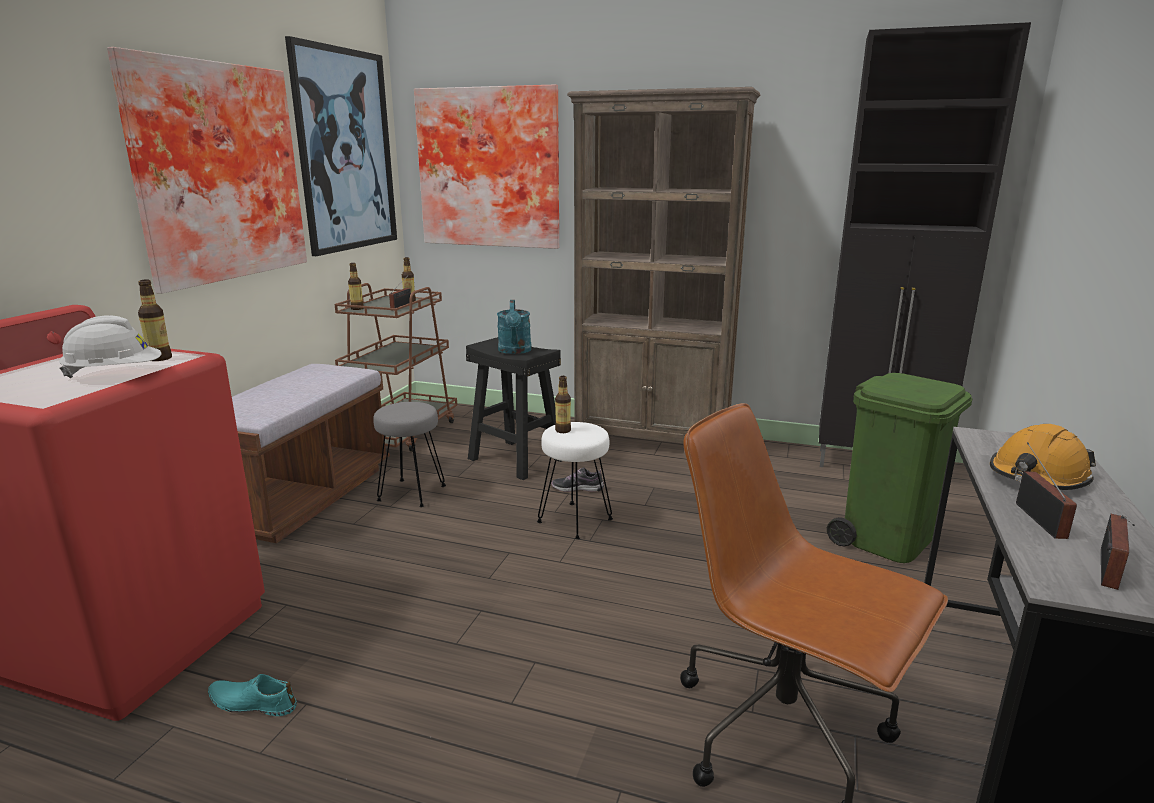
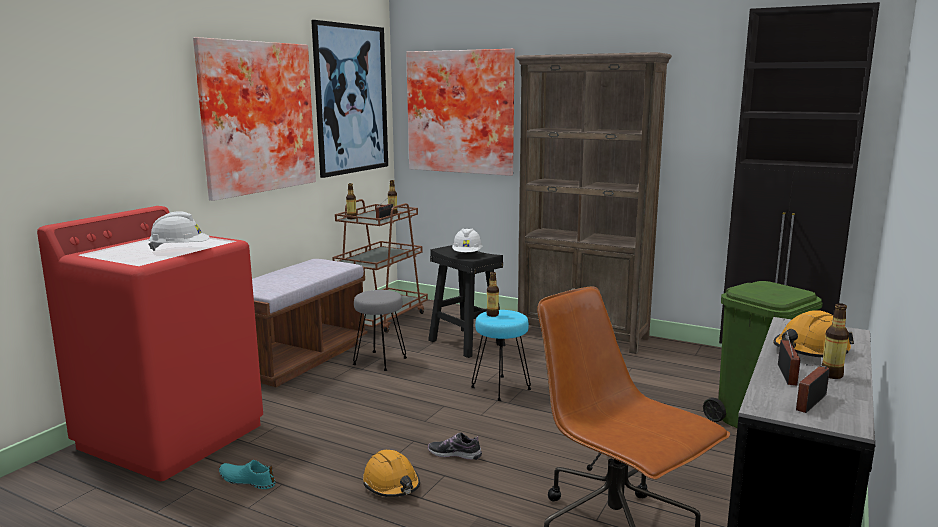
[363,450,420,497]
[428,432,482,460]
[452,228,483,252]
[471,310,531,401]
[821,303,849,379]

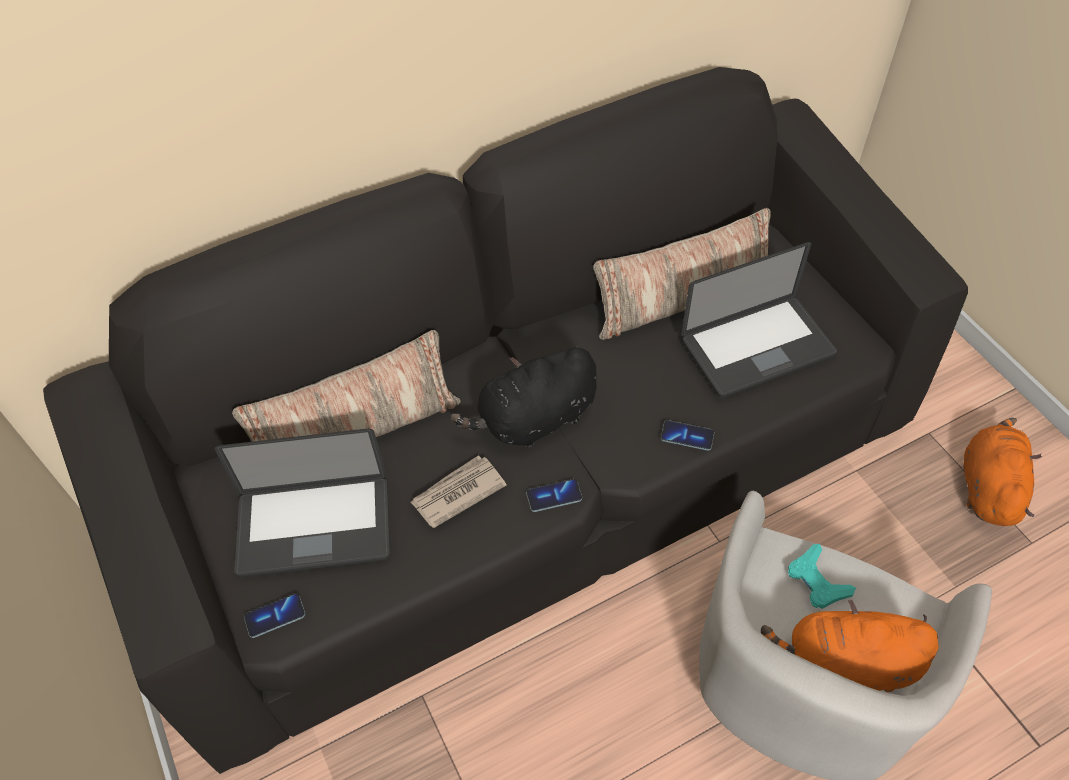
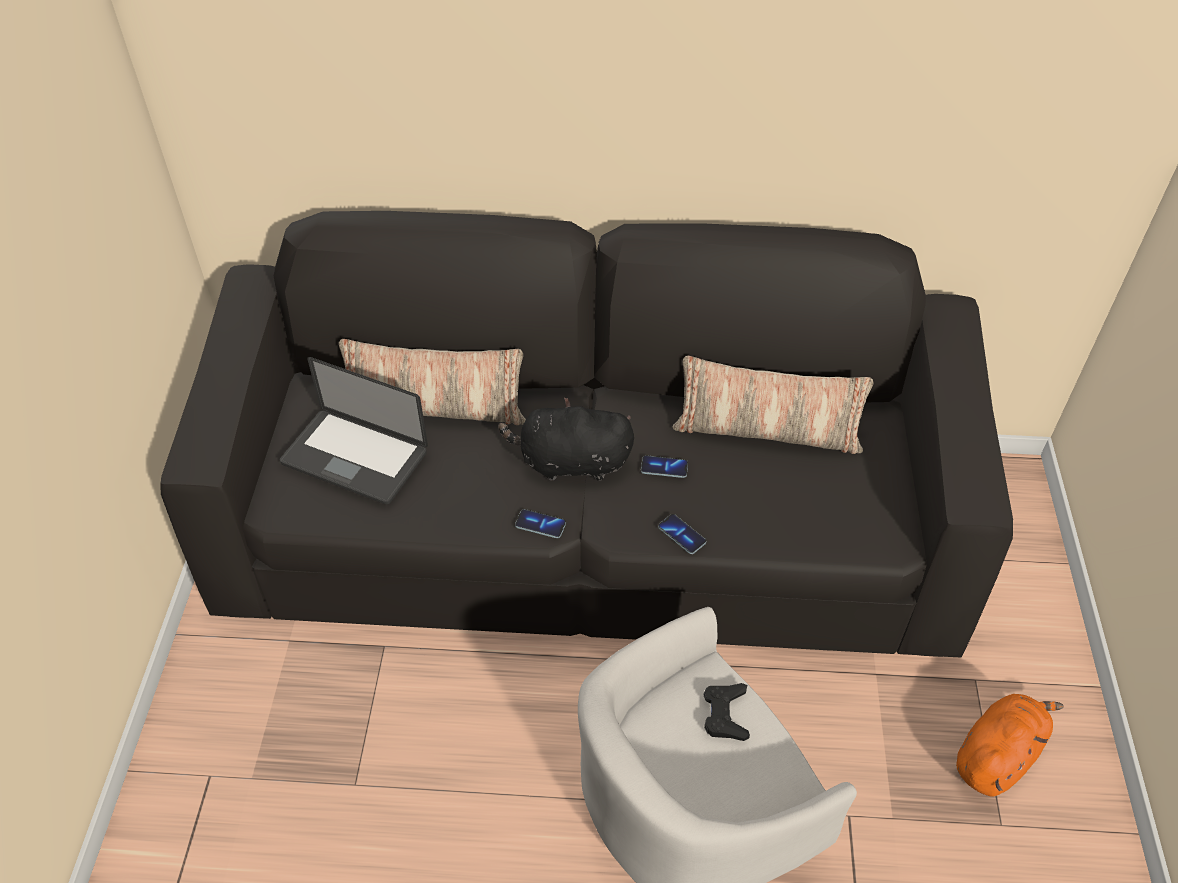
[641,455,688,478]
[704,683,750,741]
[411,455,506,528] (first image)
[681,242,837,398] (first image)
[761,600,939,692] (first image)

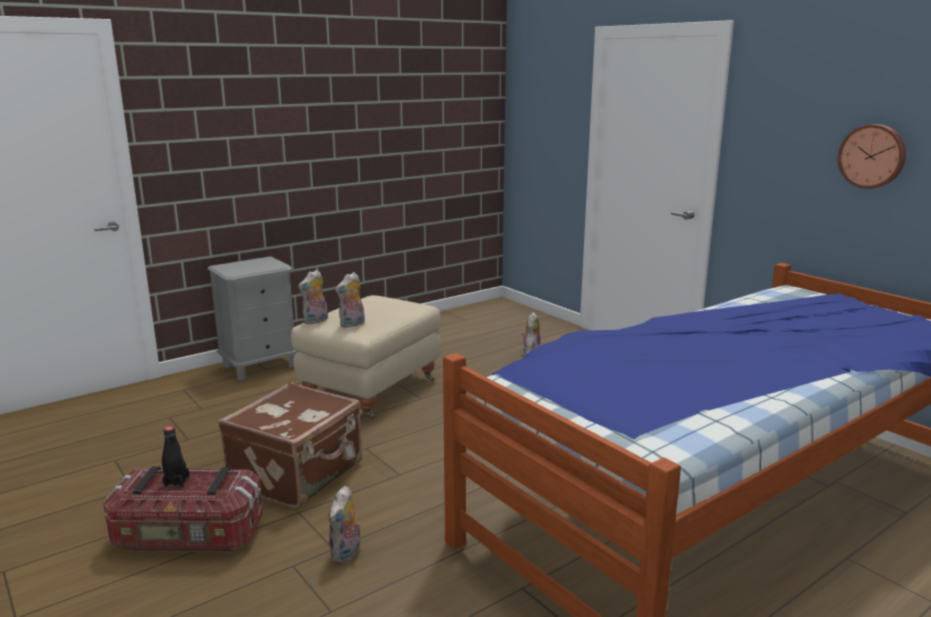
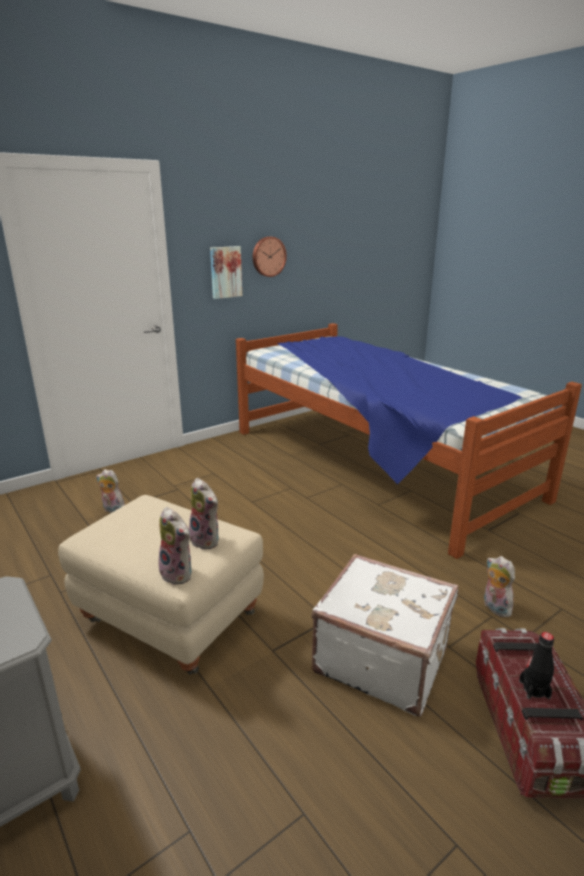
[210,246,242,299]
[312,554,458,716]
[484,556,515,617]

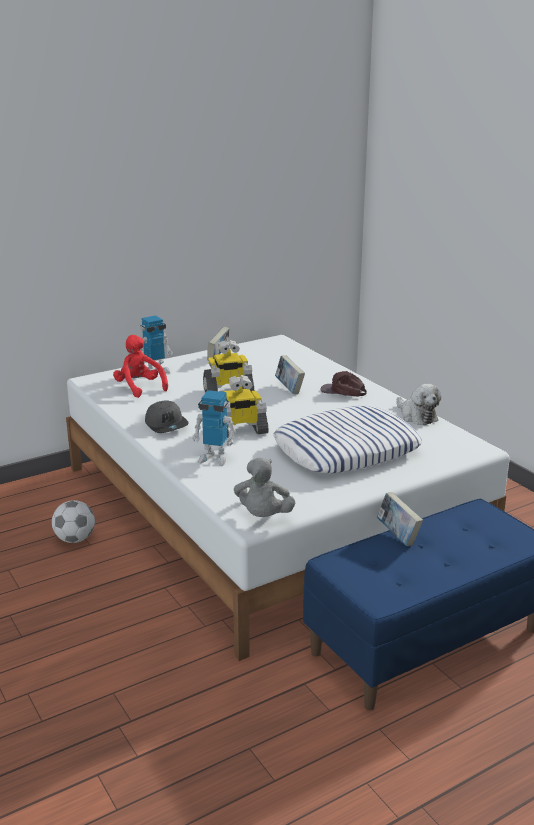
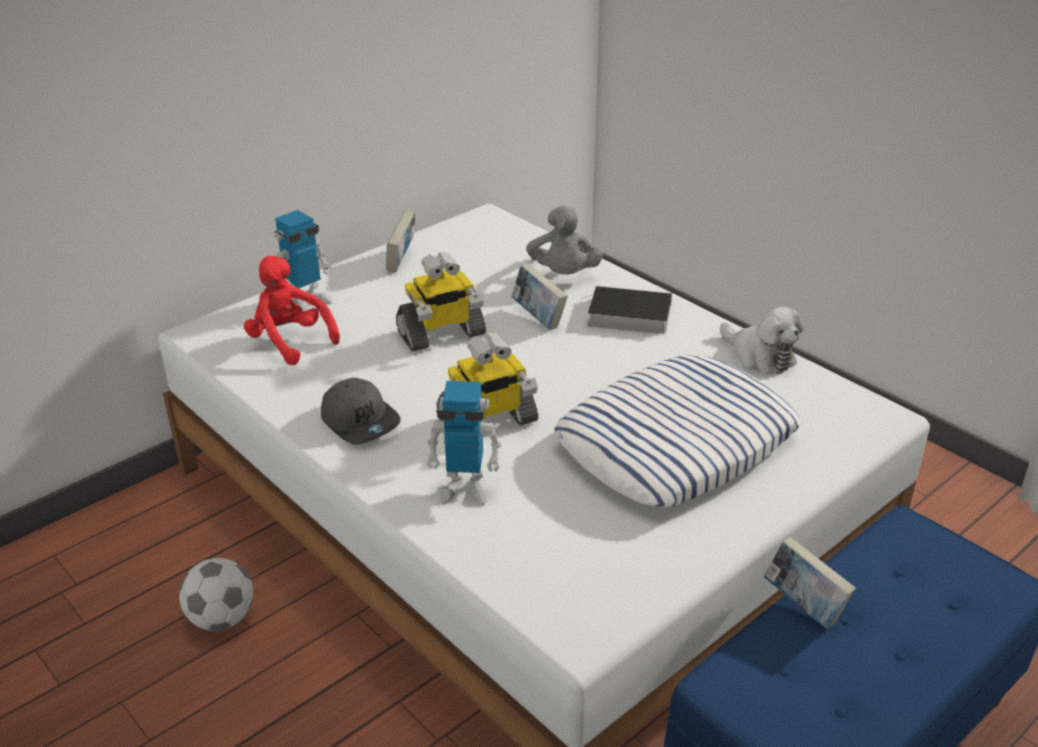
[526,206,603,275]
[580,286,672,334]

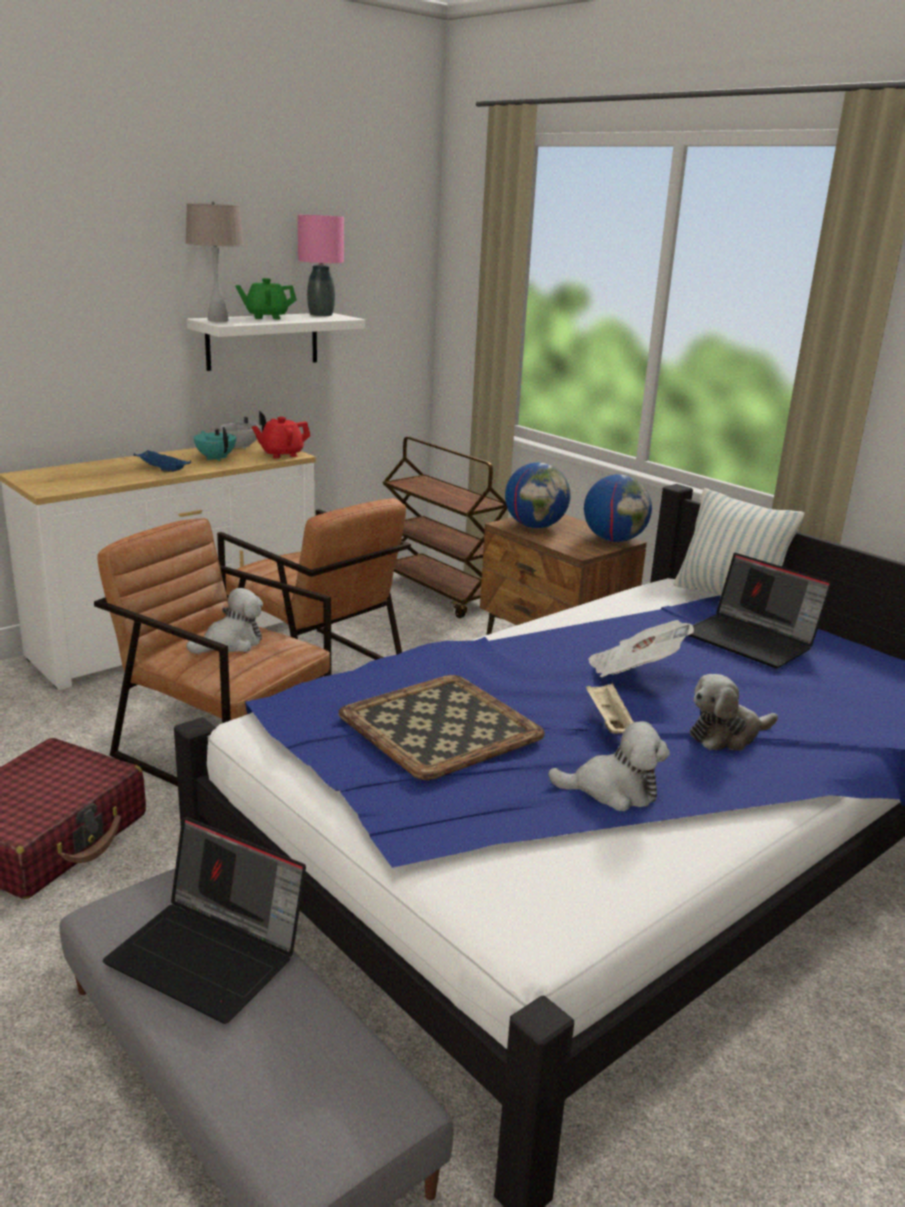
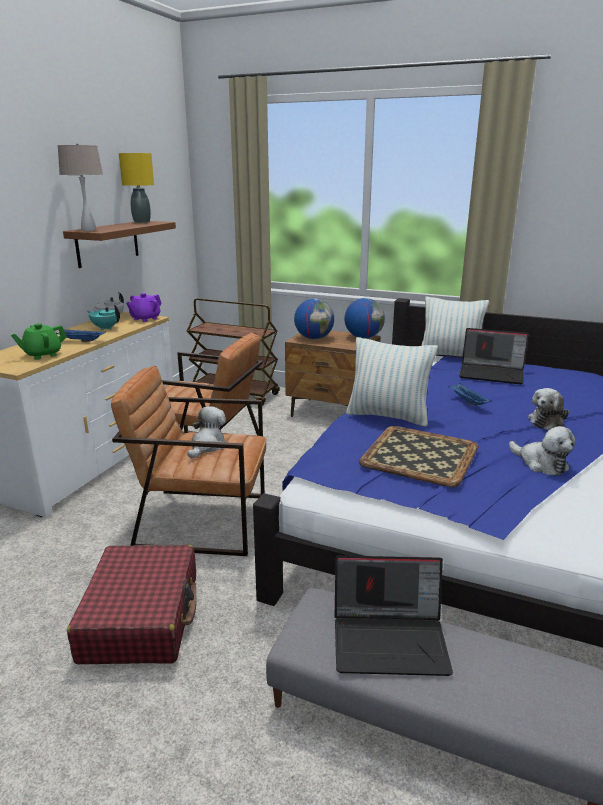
[11,323,67,360]
[63,221,176,268]
[119,153,154,223]
[126,293,162,322]
[346,337,438,426]
[449,383,491,406]
[509,426,576,476]
[586,683,634,734] (first image)

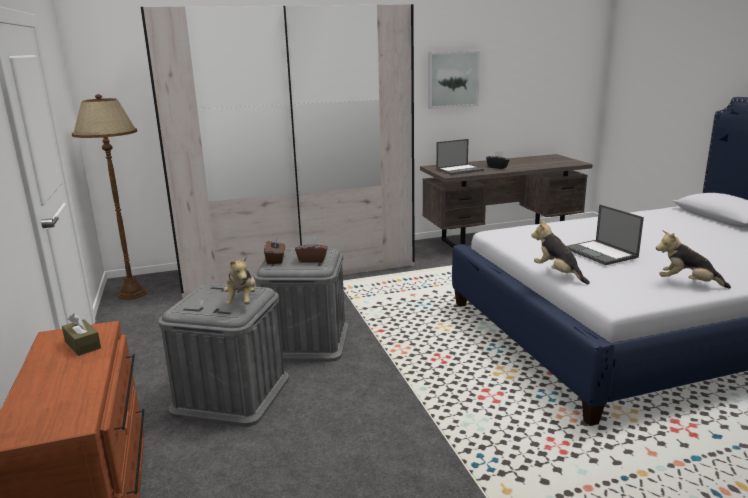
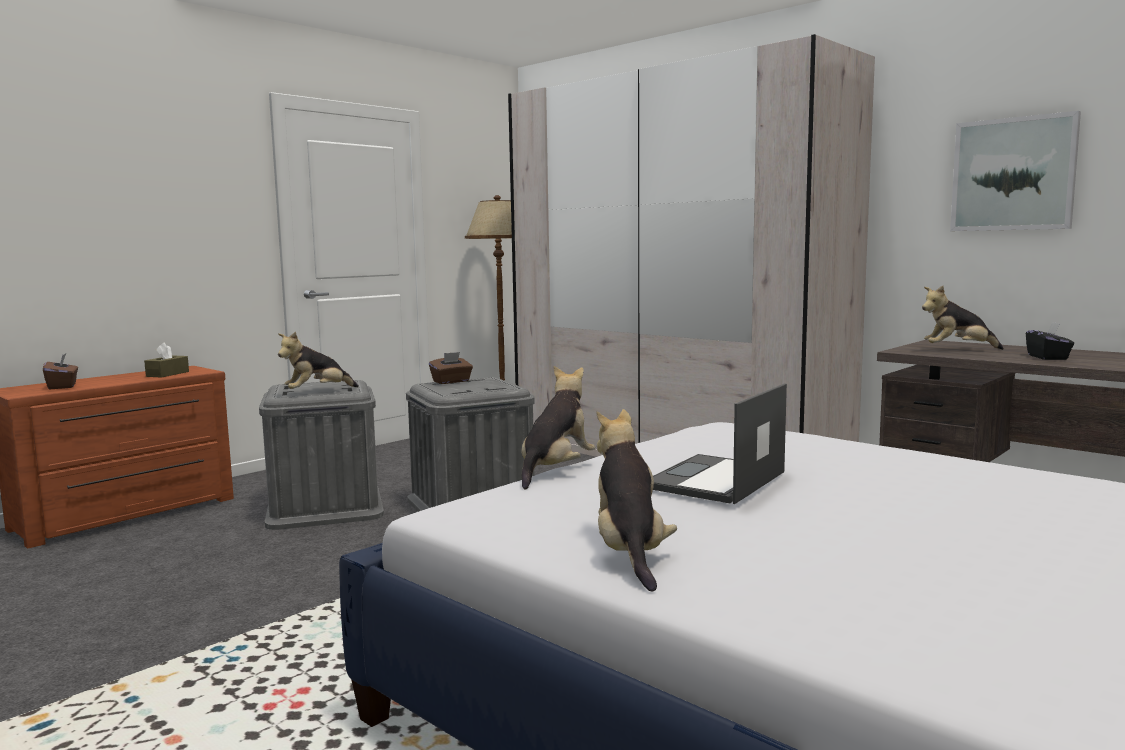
[43,354,78,389]
[922,286,1004,350]

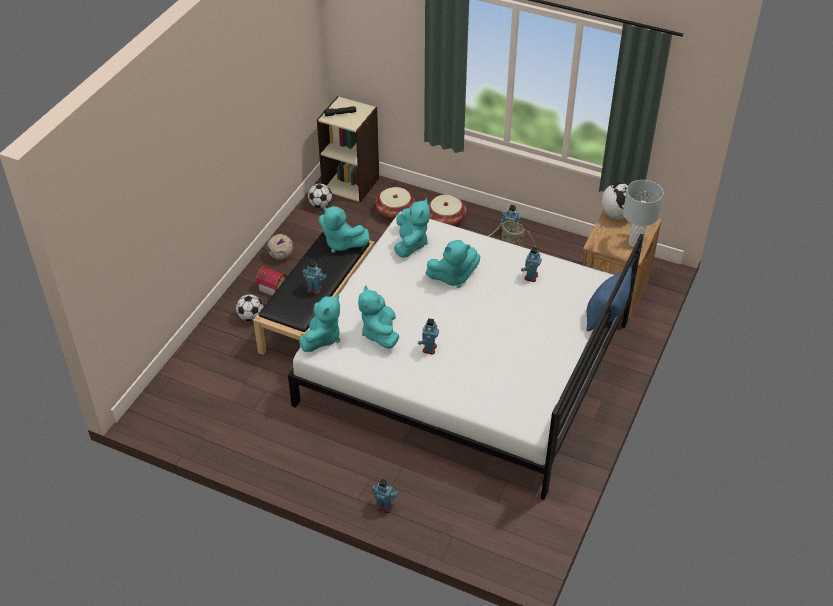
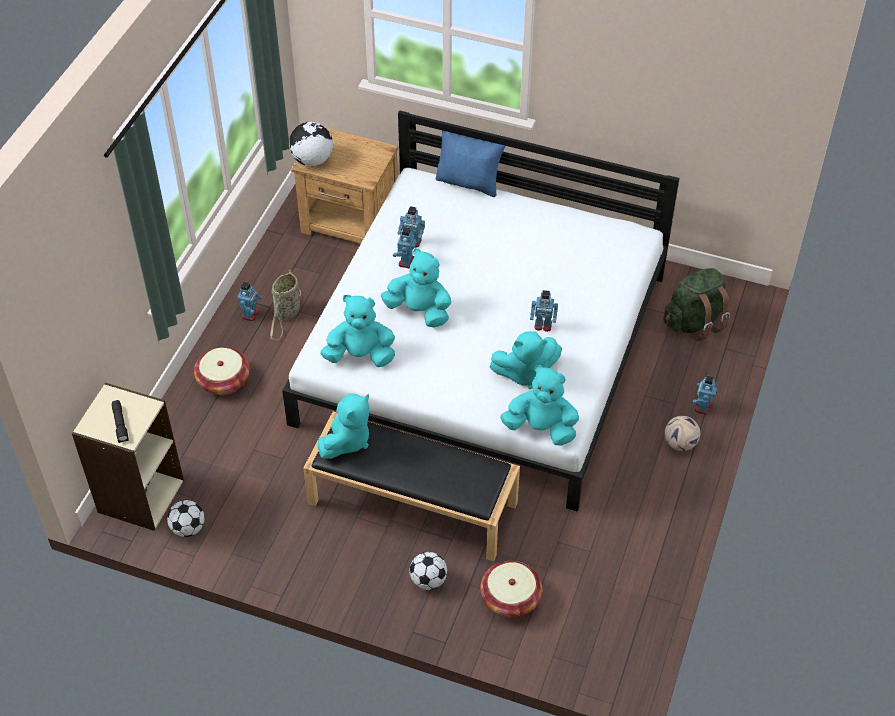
[381,248,451,327]
[393,227,416,269]
[480,561,542,617]
[663,268,730,341]
[664,416,700,451]
[255,266,287,296] (first image)
[623,180,663,247] (first image)

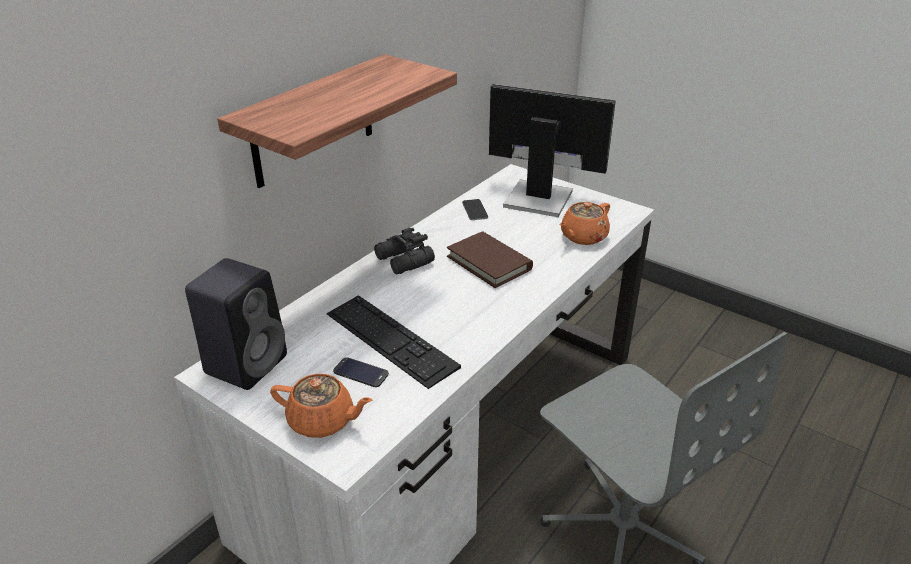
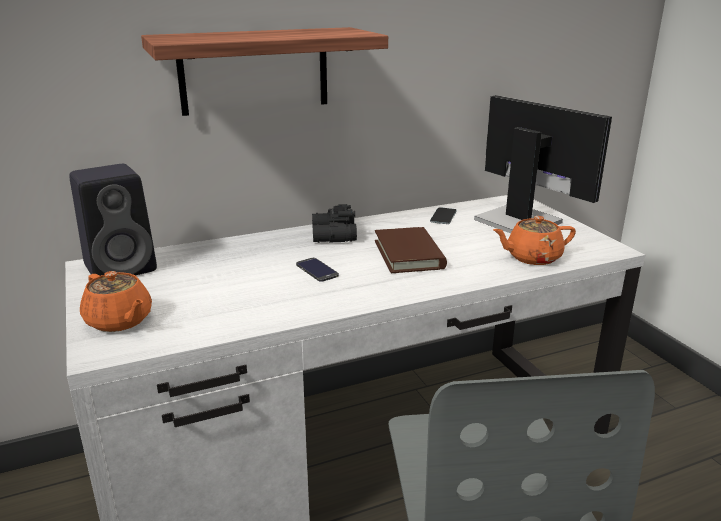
[296,258,339,282]
[327,295,461,389] (first image)

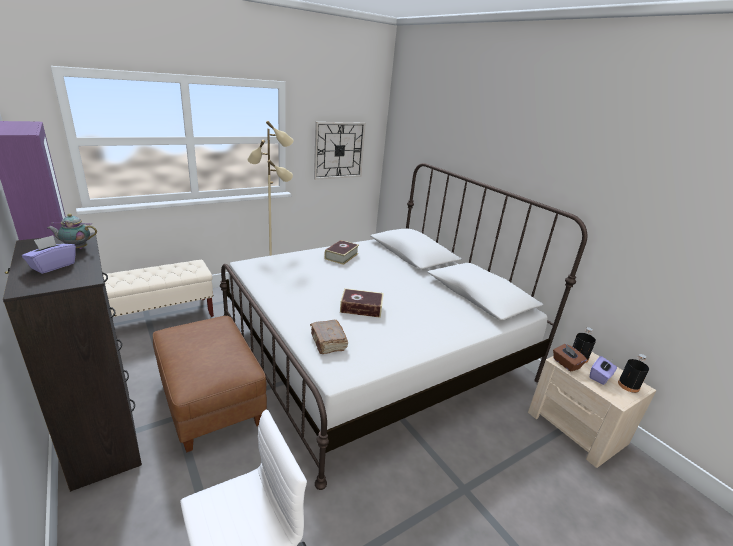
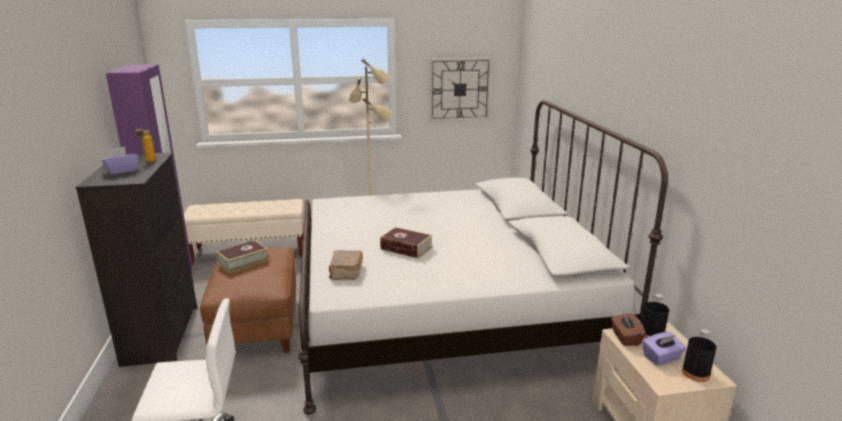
[135,126,156,162]
[216,240,269,273]

